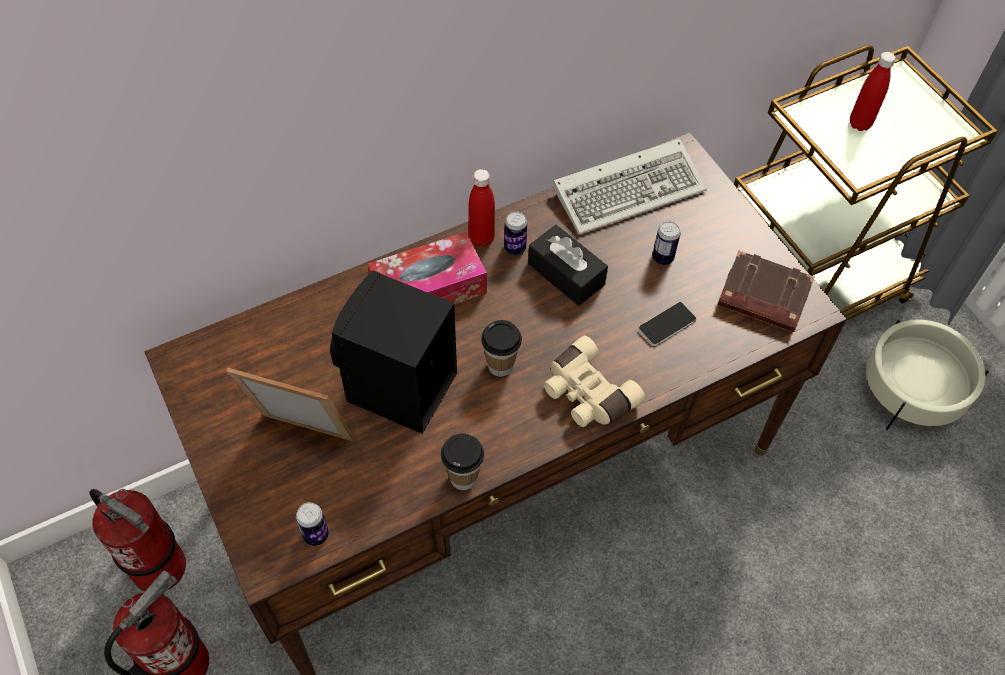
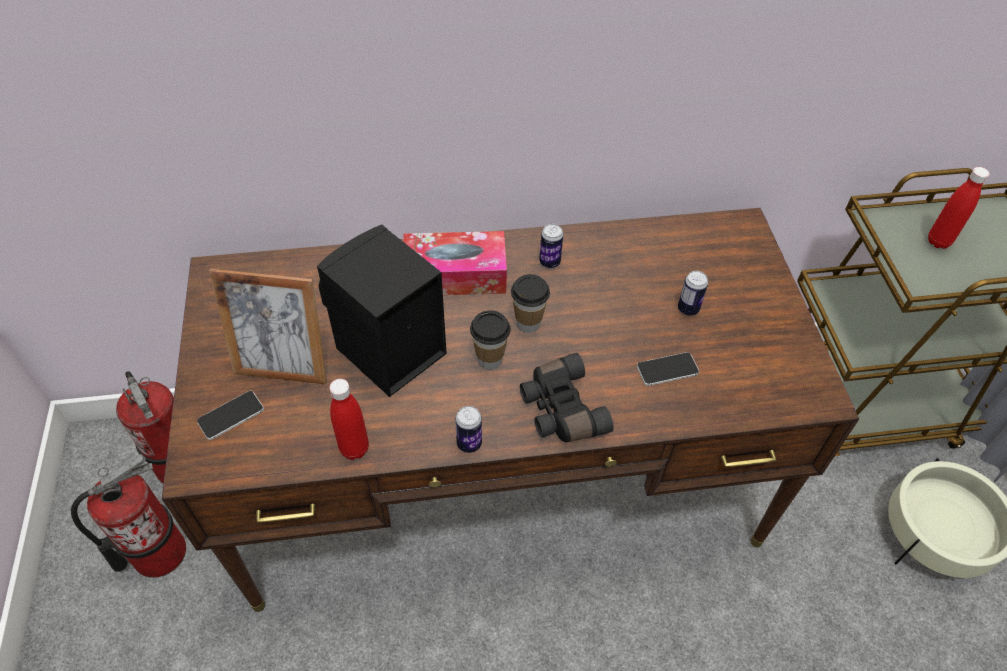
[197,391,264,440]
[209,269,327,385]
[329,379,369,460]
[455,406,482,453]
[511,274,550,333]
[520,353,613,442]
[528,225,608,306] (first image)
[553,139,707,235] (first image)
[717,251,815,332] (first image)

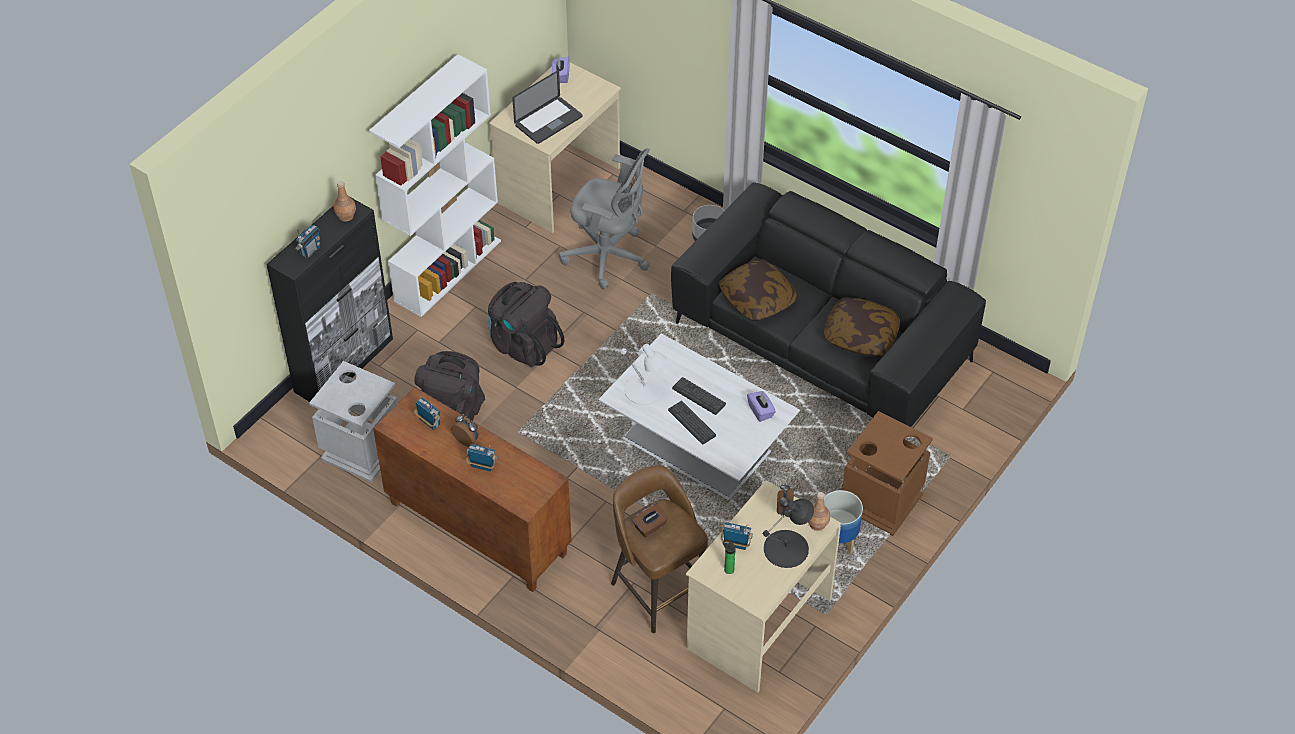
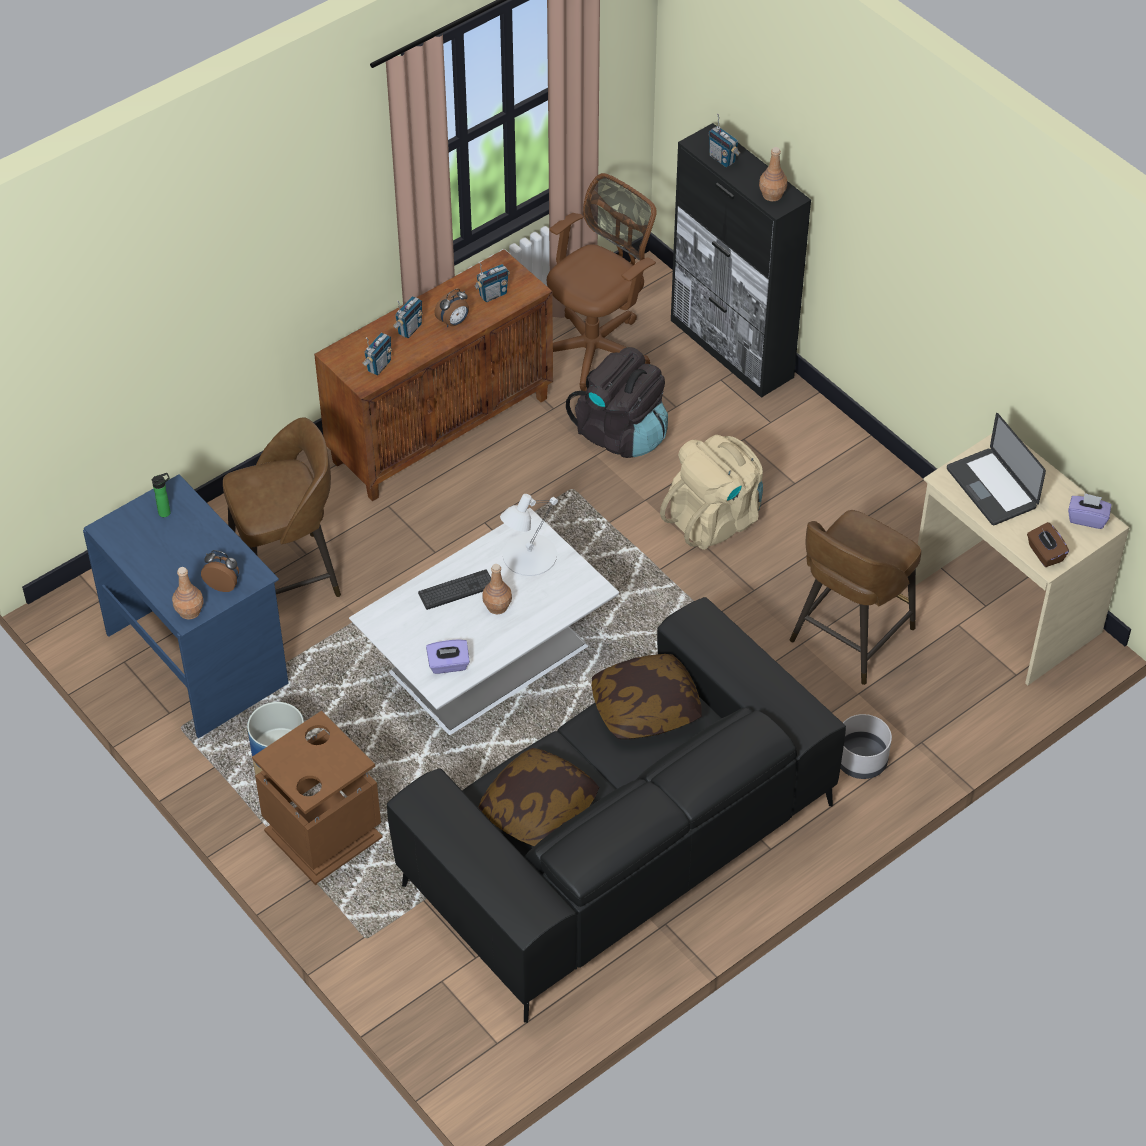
[83,474,289,738]
[362,333,392,375]
[482,564,512,614]
[547,173,657,391]
[660,435,763,550]
[790,510,921,685]
[1027,522,1069,567]
[369,54,501,317] (first image)
[763,499,814,568] (first image)

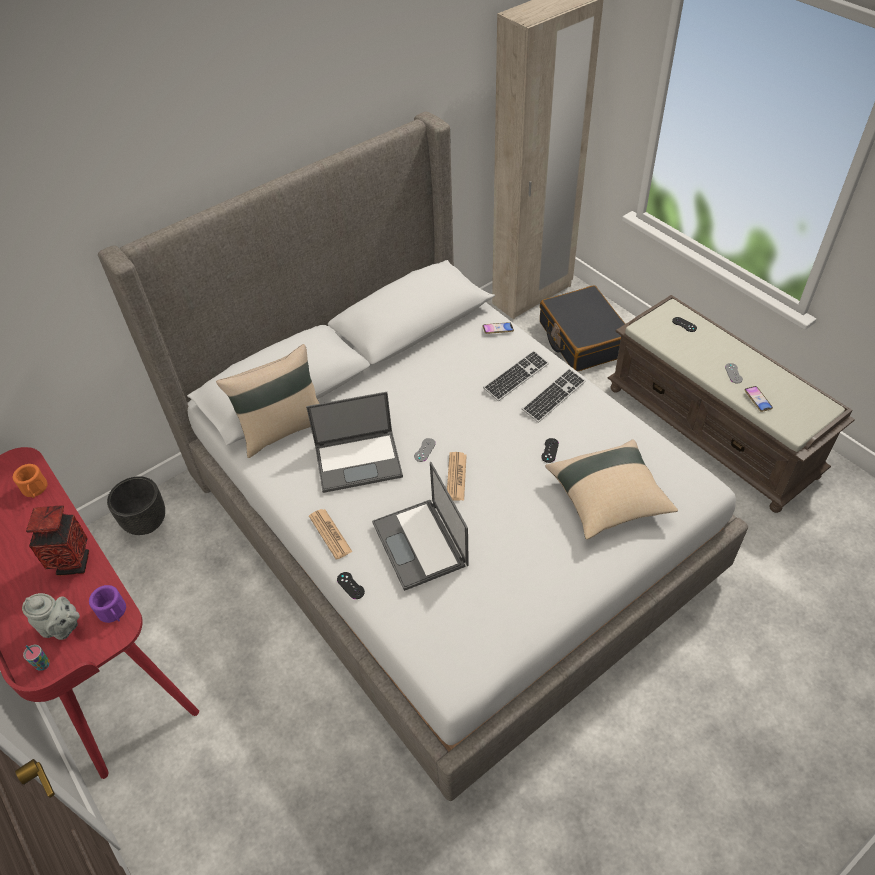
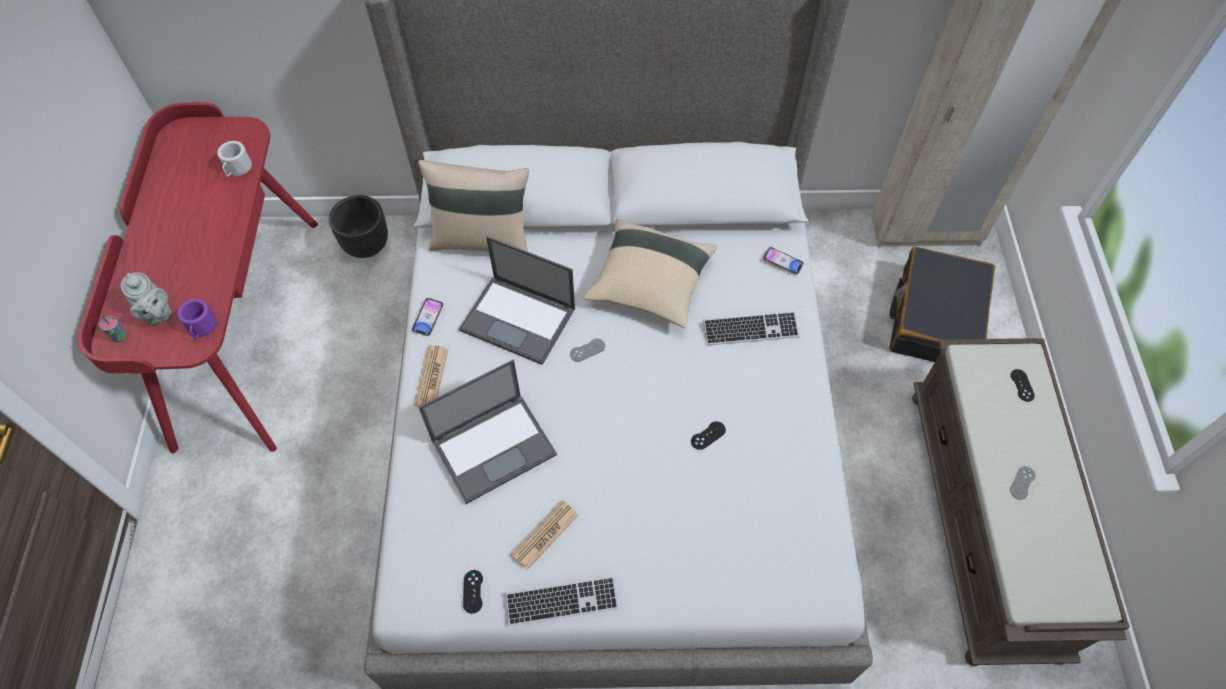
[217,141,252,177]
[412,298,444,336]
[418,359,557,504]
[463,570,483,614]
[505,576,619,626]
[510,500,578,570]
[583,219,717,328]
[26,505,89,576] (first image)

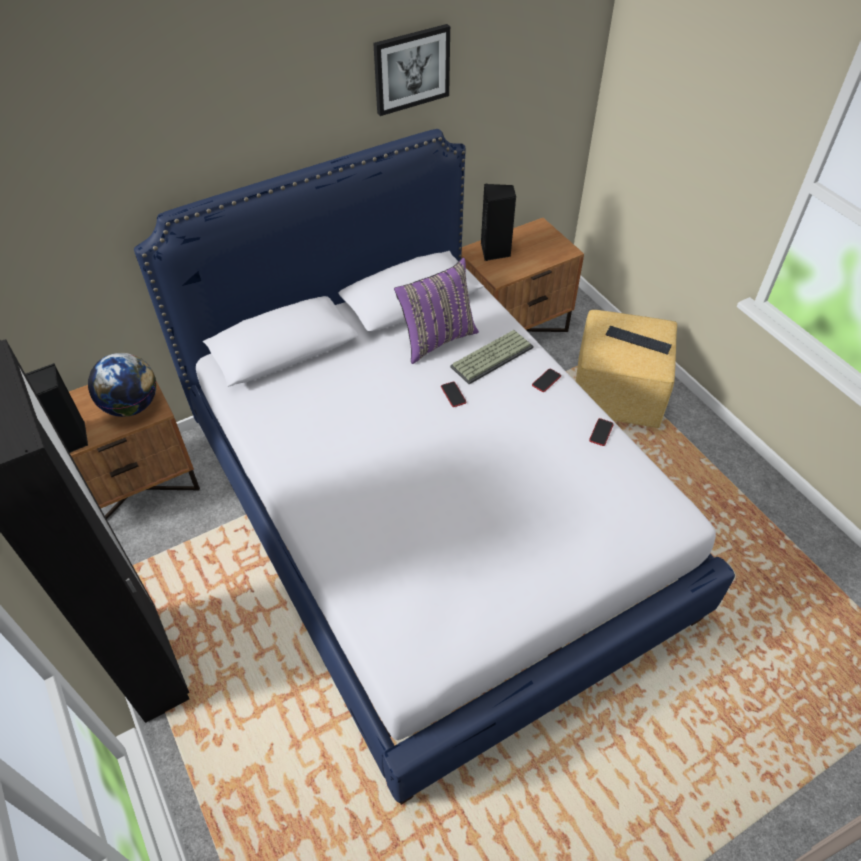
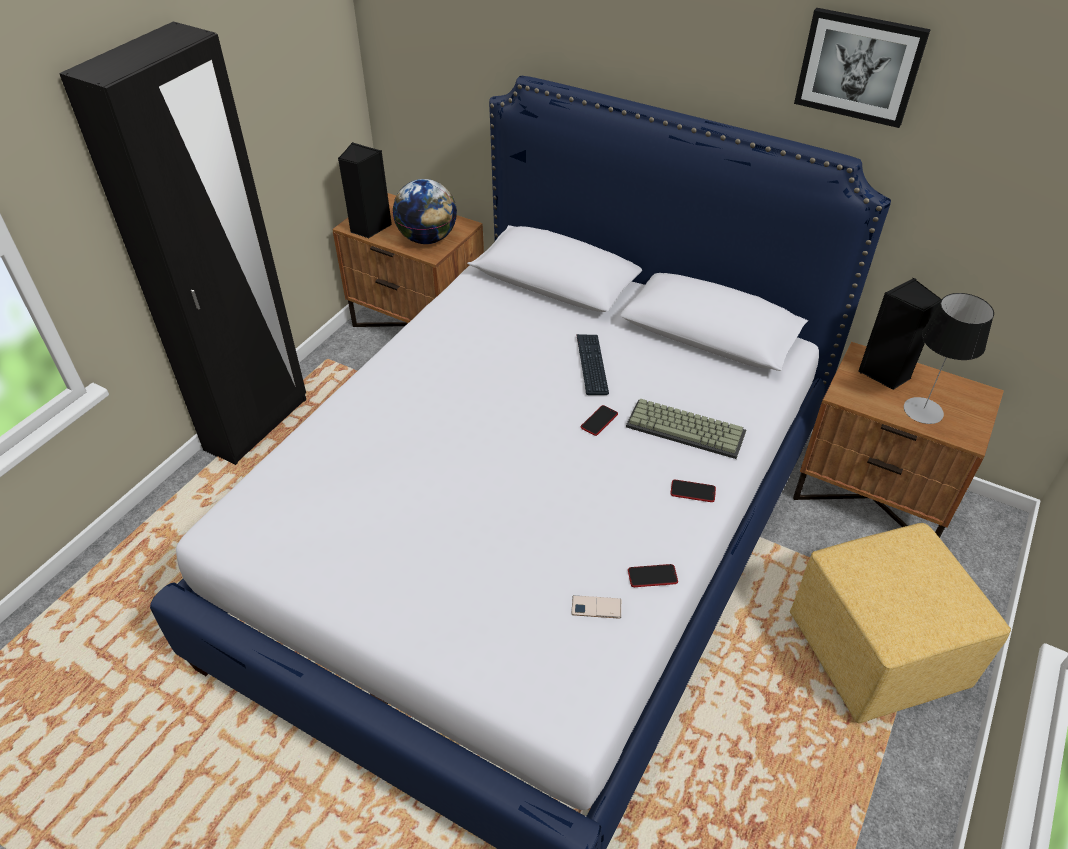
[571,595,621,619]
[576,334,609,395]
[904,293,994,424]
[394,258,479,364] (first image)

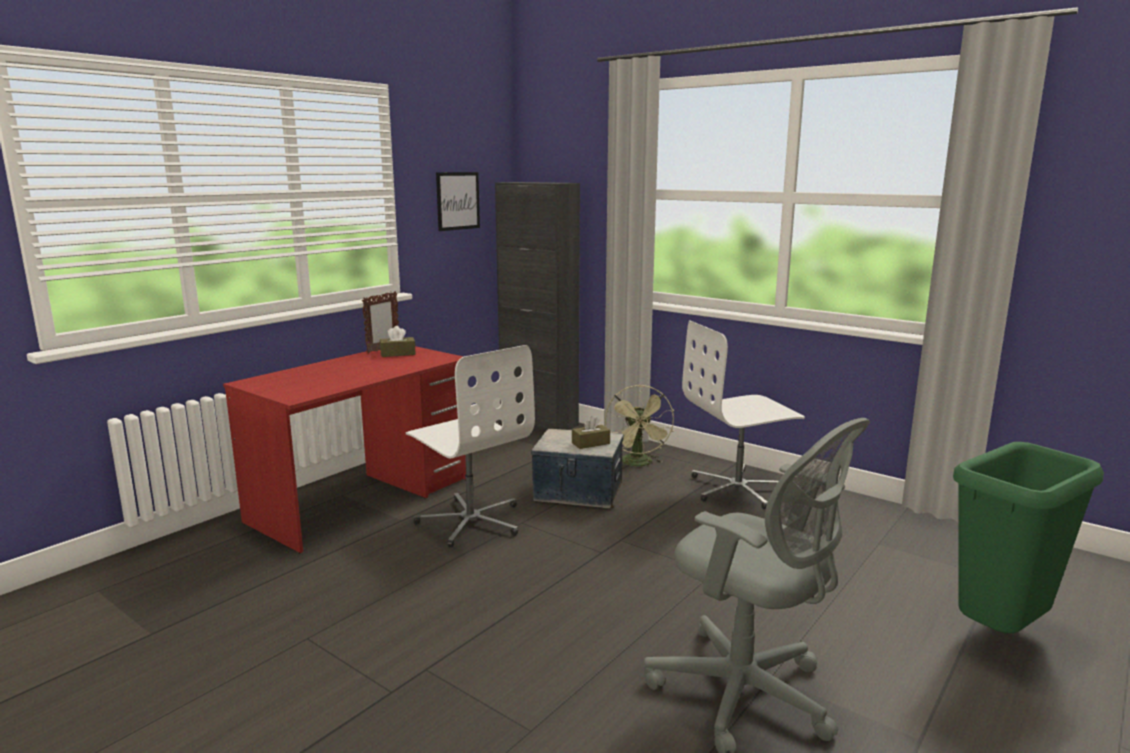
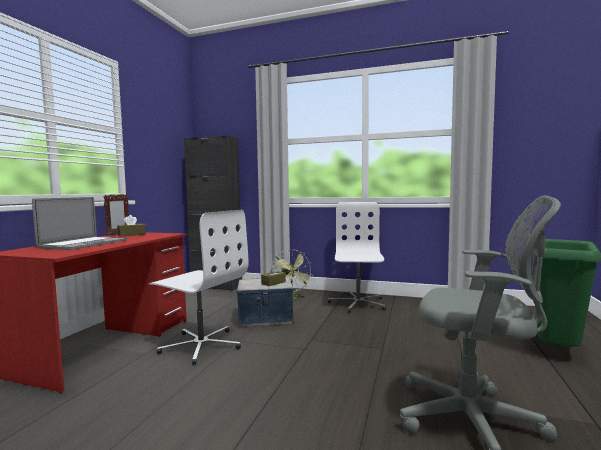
[32,197,127,250]
[328,202,386,313]
[436,172,480,231] (first image)

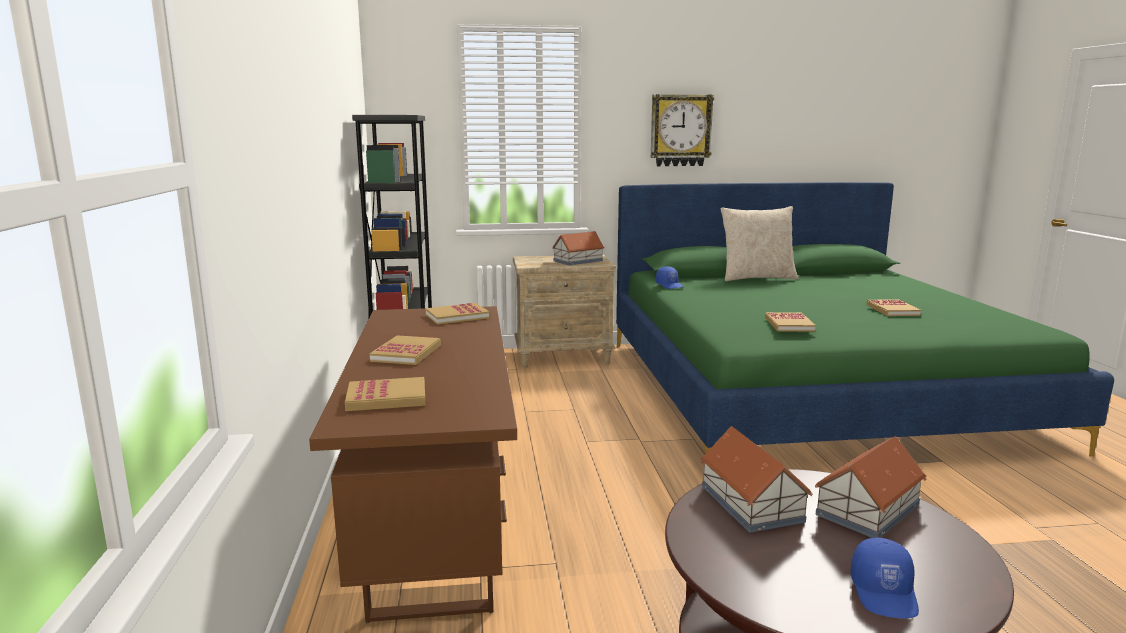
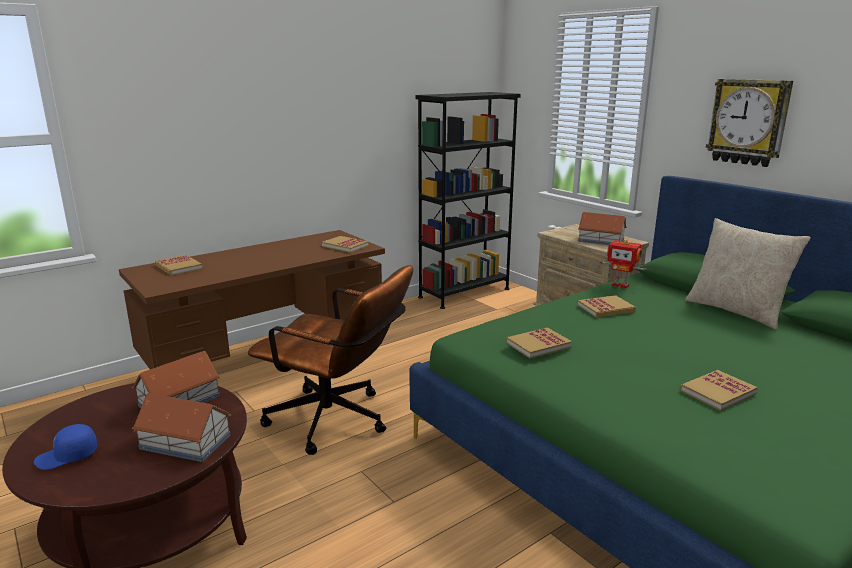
[248,265,413,455]
[578,295,636,318]
[600,239,647,288]

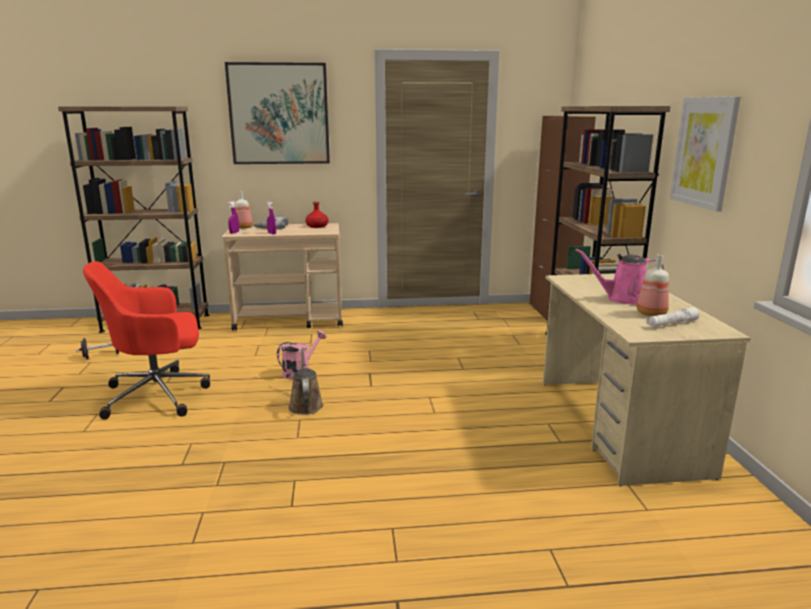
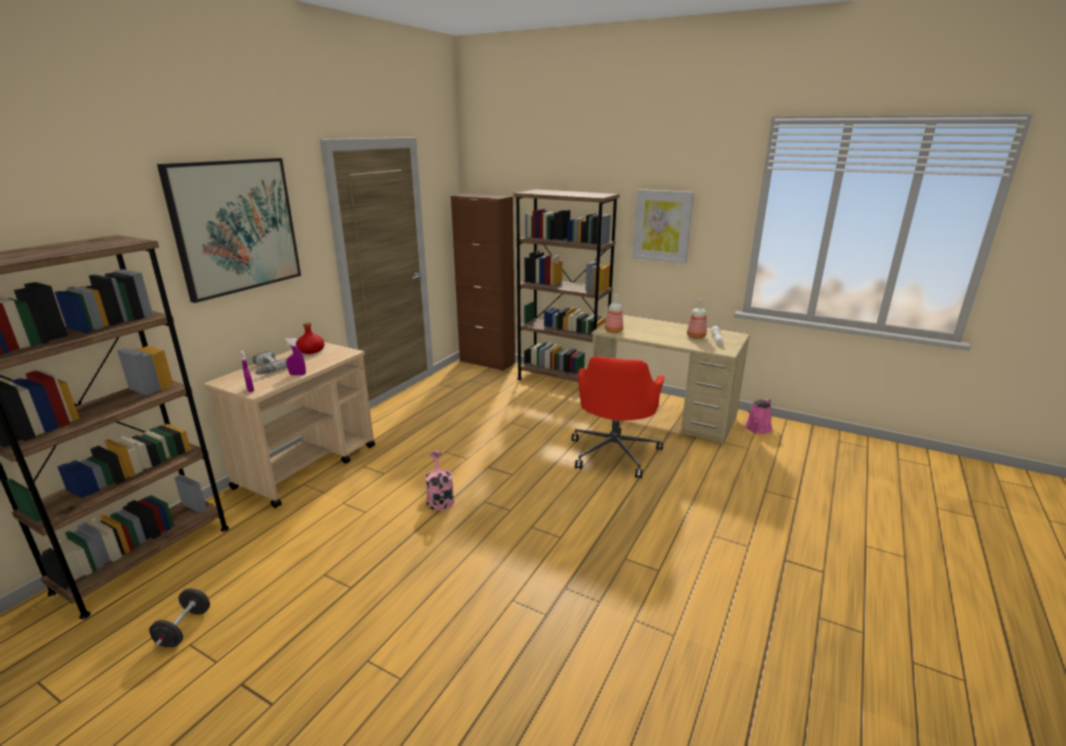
[571,356,665,478]
[605,294,623,333]
[745,398,772,434]
[289,347,324,415] (first image)

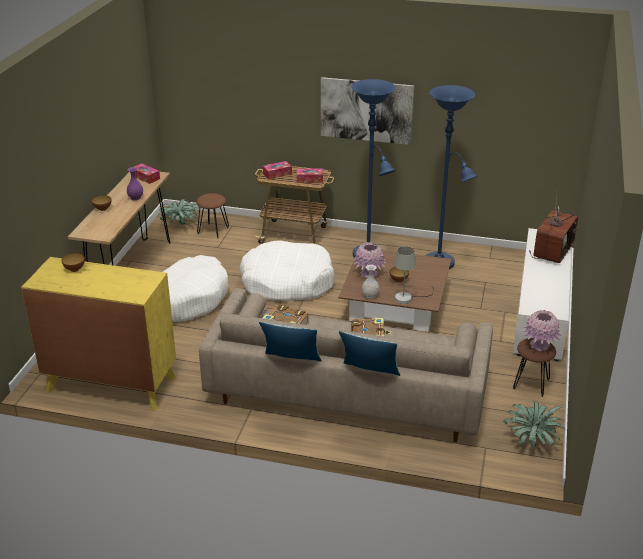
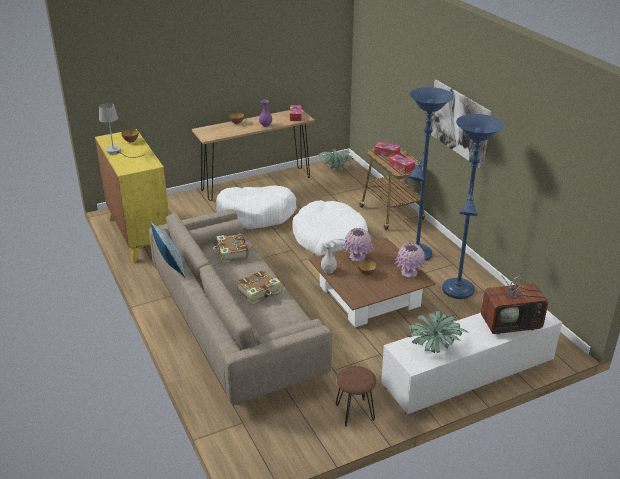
[99,103,145,158]
[394,243,427,277]
[407,310,467,353]
[196,193,229,238] (first image)
[339,331,400,376] (first image)

